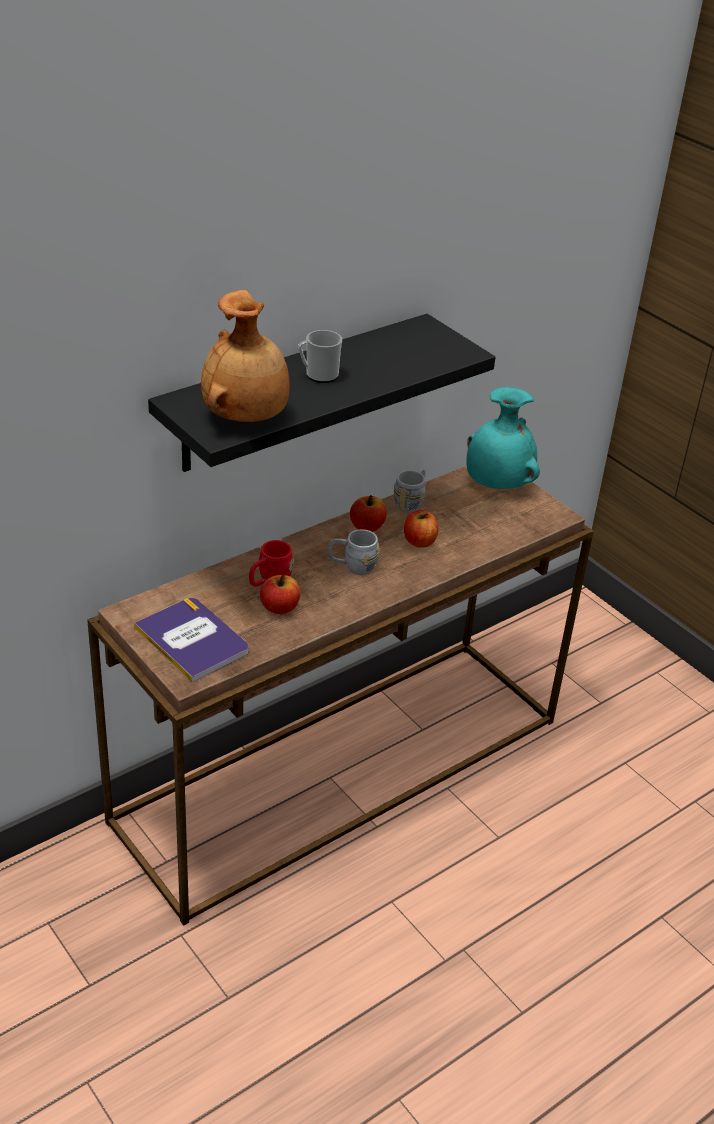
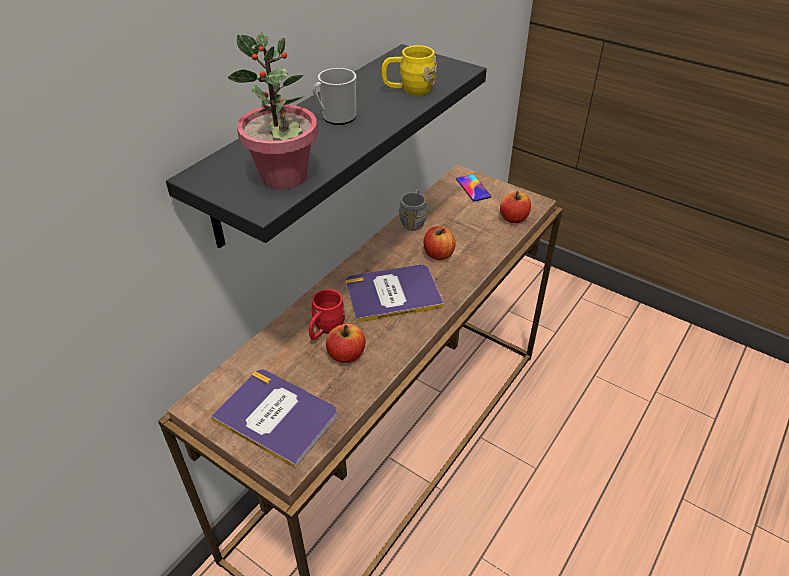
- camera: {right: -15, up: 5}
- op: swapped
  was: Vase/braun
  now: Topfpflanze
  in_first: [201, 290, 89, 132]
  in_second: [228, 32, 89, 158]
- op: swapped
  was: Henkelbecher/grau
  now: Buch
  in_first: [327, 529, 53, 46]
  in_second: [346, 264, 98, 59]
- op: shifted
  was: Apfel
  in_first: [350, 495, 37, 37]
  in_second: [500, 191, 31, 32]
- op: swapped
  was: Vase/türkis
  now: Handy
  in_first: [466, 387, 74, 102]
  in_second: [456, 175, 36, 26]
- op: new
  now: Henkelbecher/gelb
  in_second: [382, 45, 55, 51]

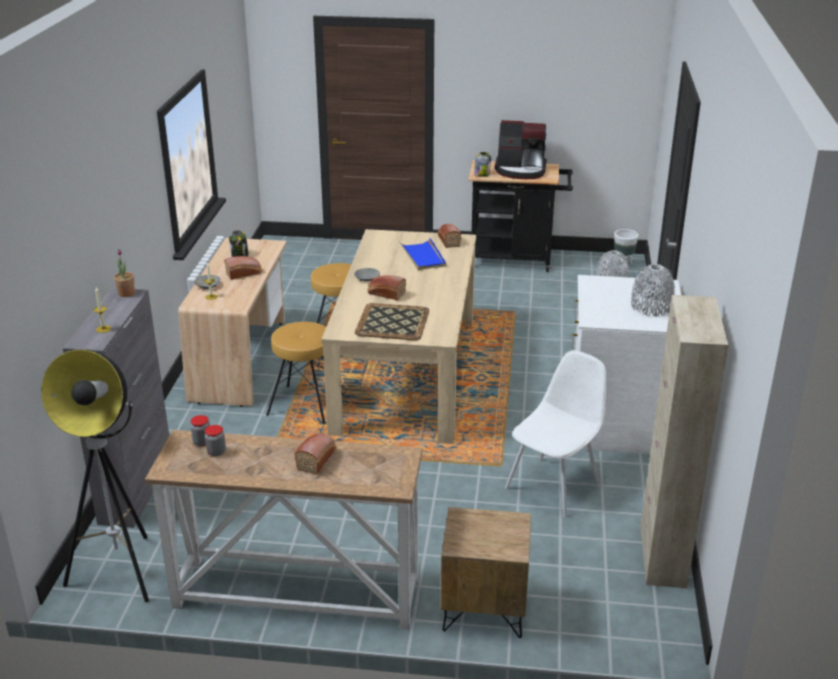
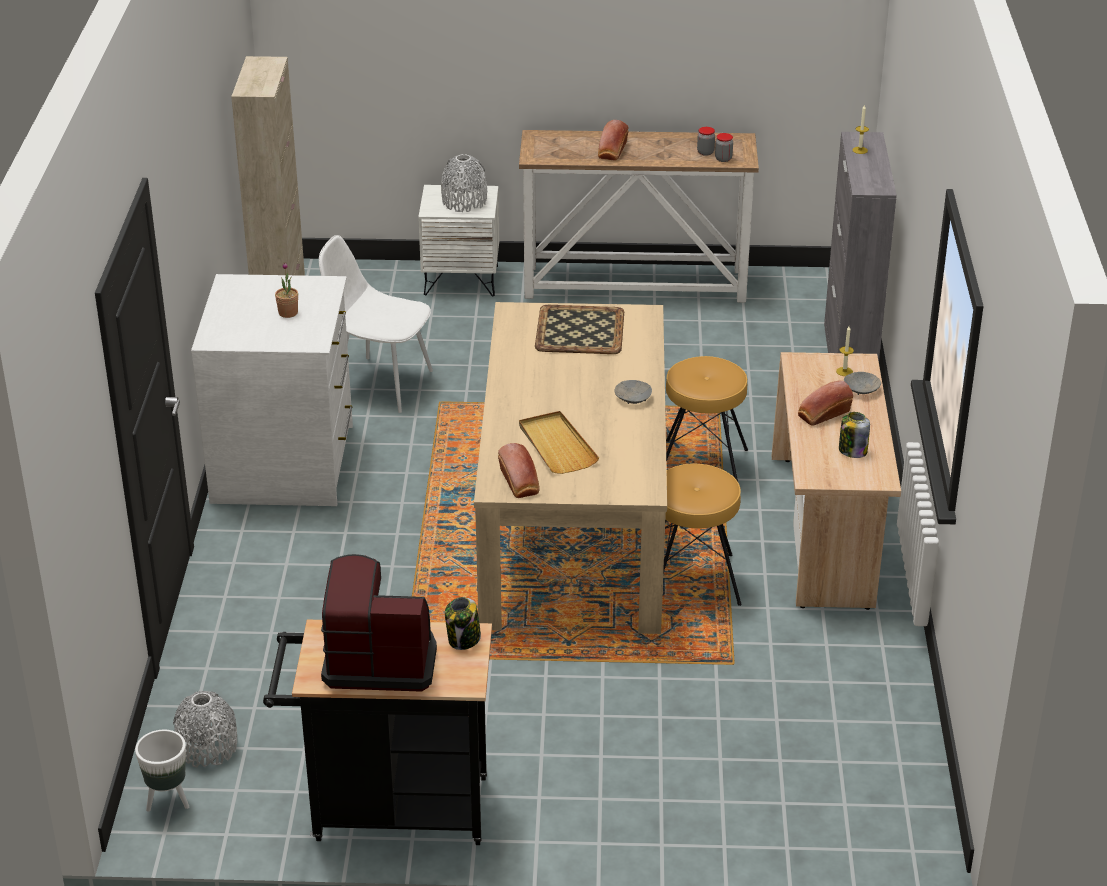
- camera: {right: 175, up: 5}
- op: gone
  was: Stehlampe
  in_first: [41, 349, 108, 253]
- op: shifted
  was: Topfpflanze
  in_first: [114, 249, 21, 48]
  in_second: [275, 262, 23, 56]
- op: gone
  was: Brot
  in_first: [368, 275, 38, 25]
- op: repainted
  was: Tablett/blau
  now: Tablett/beige
  in_first: [400, 238, 46, 32]
  in_second: [519, 411, 80, 63]
- op: repainted
  was: Nachttisch/braun
  now: Nachttisch/weiß
  in_first: [441, 507, 90, 131]
  in_second: [418, 185, 81, 112]
- op: rotated
  was: Stuhl/weiß
  in_first: [505, 350, 101, 167]
  in_second: [319, 235, 114, 178]
  clockwise: 75
- op: shifted
  was: Vase/grau
  in_first: [631, 264, 44, 53]
  in_second: [441, 154, 46, 58]

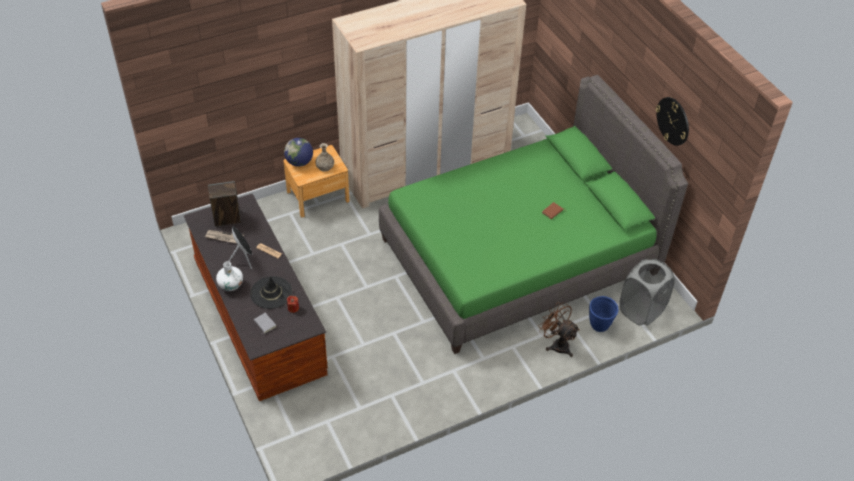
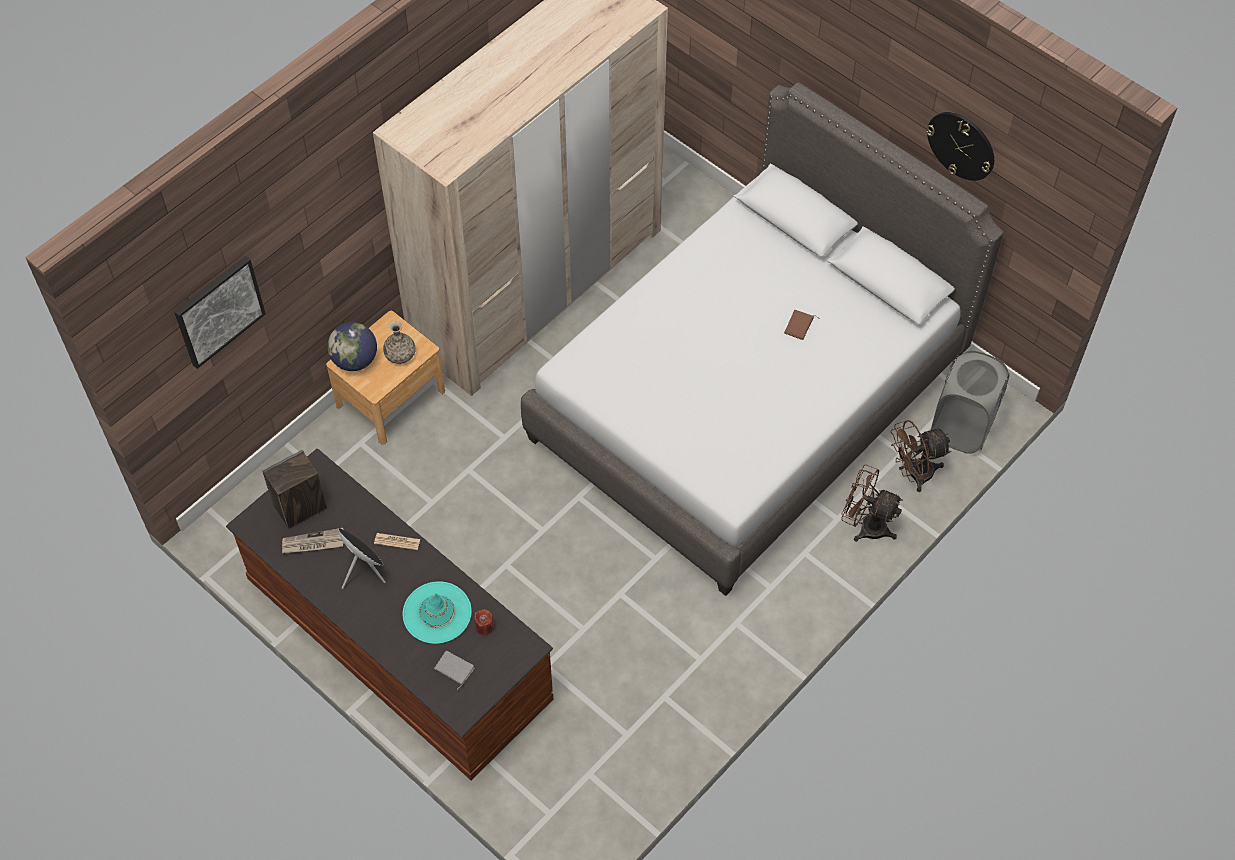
- camera: {right: -20, up: 10}
- op: gone
  was: Vase/weiß
  in_first: [216, 261, 27, 30]
- op: repainted
  was: Hut/schwarz
  now: Hut/türkis
  in_first: [250, 276, 42, 33]
  in_second: [402, 581, 70, 63]
- op: repainted
  was: Bett/grün
  now: Bett/grau
  in_first: [379, 75, 309, 279]
  in_second: [521, 82, 483, 514]
- op: swapped
  was: Pflanzkübel/blau
  now: Ventilator/braun
  in_first: [589, 296, 29, 36]
  in_second: [890, 420, 61, 72]
- op: new
  now: Bild
  in_second: [174, 256, 92, 113]

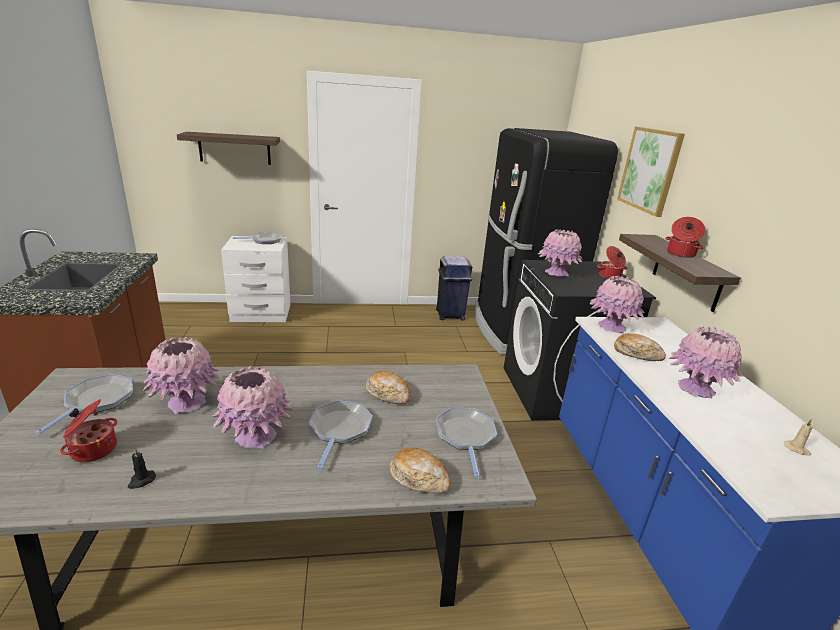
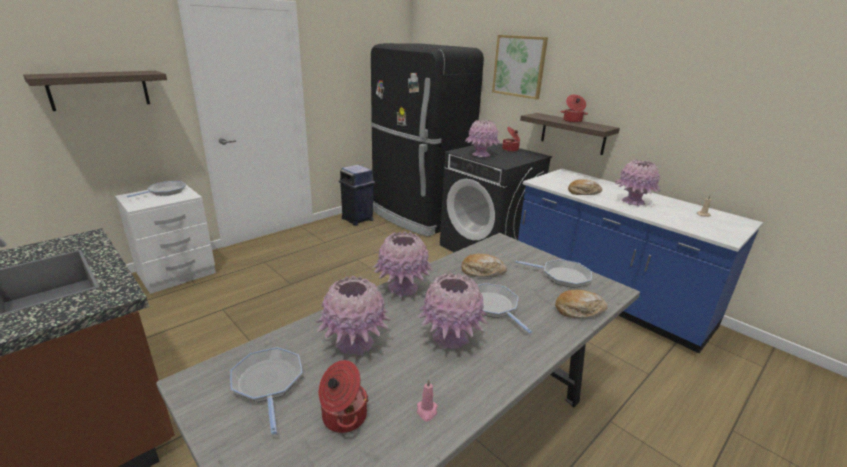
- camera: {right: -35, up: 0}
- op: repainted
  was: Kerze/schwarz
  now: Kerze/rosa
  in_first: [128, 448, 28, 41]
  in_second: [417, 379, 21, 43]
- op: rotated
  was: Pfanne
  in_first: [436, 408, 61, 70]
  in_second: [515, 259, 77, 29]
  clockwise: 150
- op: shifted
  was: Vase/rosa
  in_first: [590, 276, 54, 57]
  in_second: [373, 231, 60, 66]

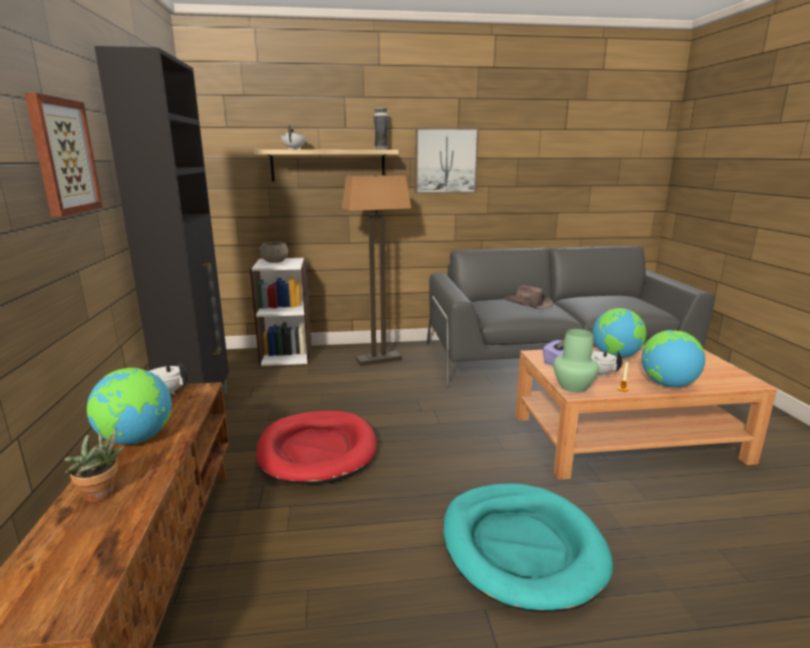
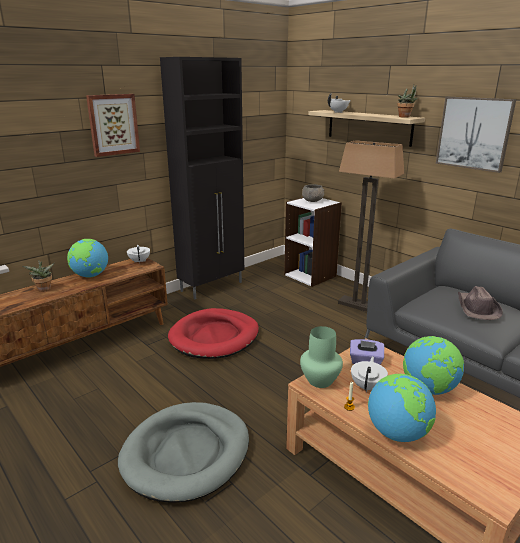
- camera: {right: 55, up: 5}
- op: swapped
  was: Vase
  now: Topfpflanze
  in_first: [373, 108, 16, 41]
  in_second: [397, 85, 22, 33]
- op: repainted
  was: Hundebett/türkis
  now: Hundebett/grau
  in_first: [443, 483, 170, 129]
  in_second: [118, 402, 131, 101]

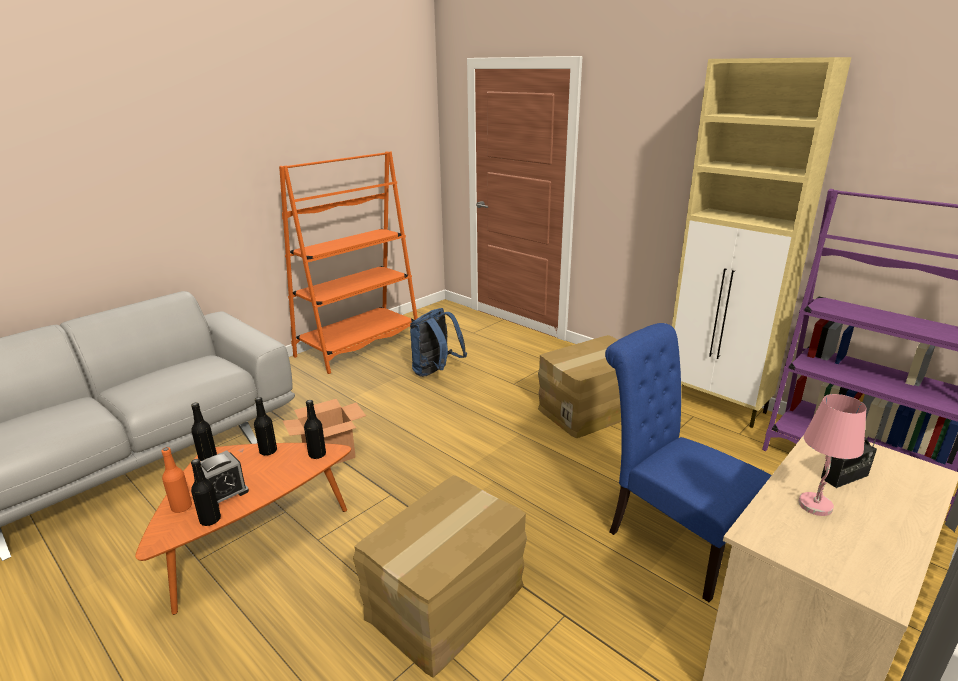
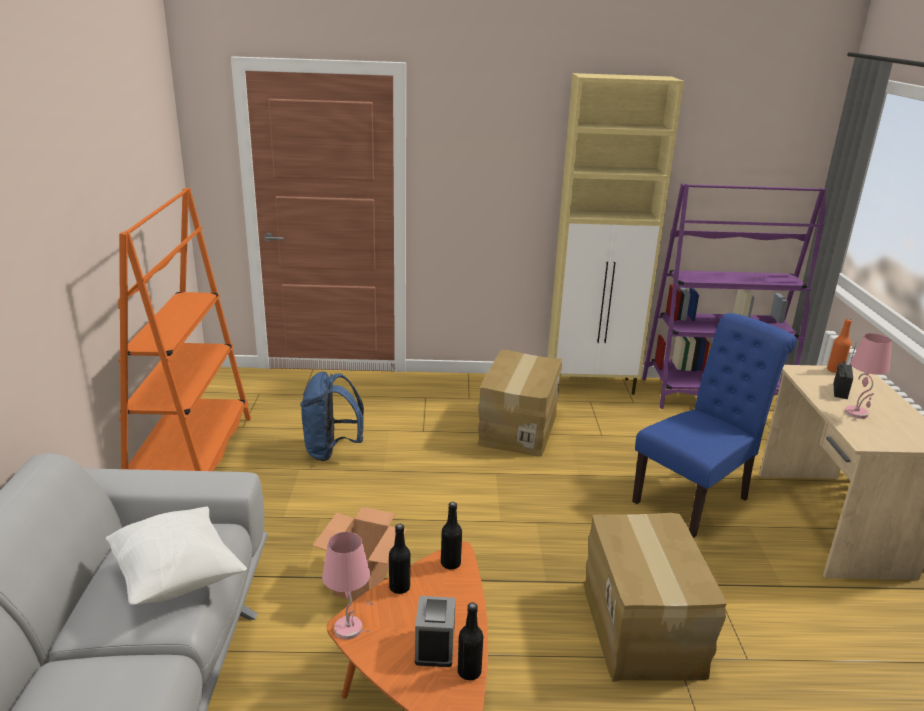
- camera: {right: -45, up: 0}
- op: shifted
  was: Flasche/orange
  in_first: [161, 447, 31, 66]
  in_second: [827, 318, 25, 55]
- op: swapped
  was: Flasche/schwarz
  now: Tischlampe/rosa
  in_first: [191, 403, 26, 58]
  in_second: [322, 532, 48, 108]
- op: rotated
  was: Stuhl/blau
  in_first: [605, 323, 167, 279]
  in_second: [632, 313, 165, 225]
  clockwise: 135
- op: new
  now: Kissen/weiß
  in_second: [106, 507, 141, 98]

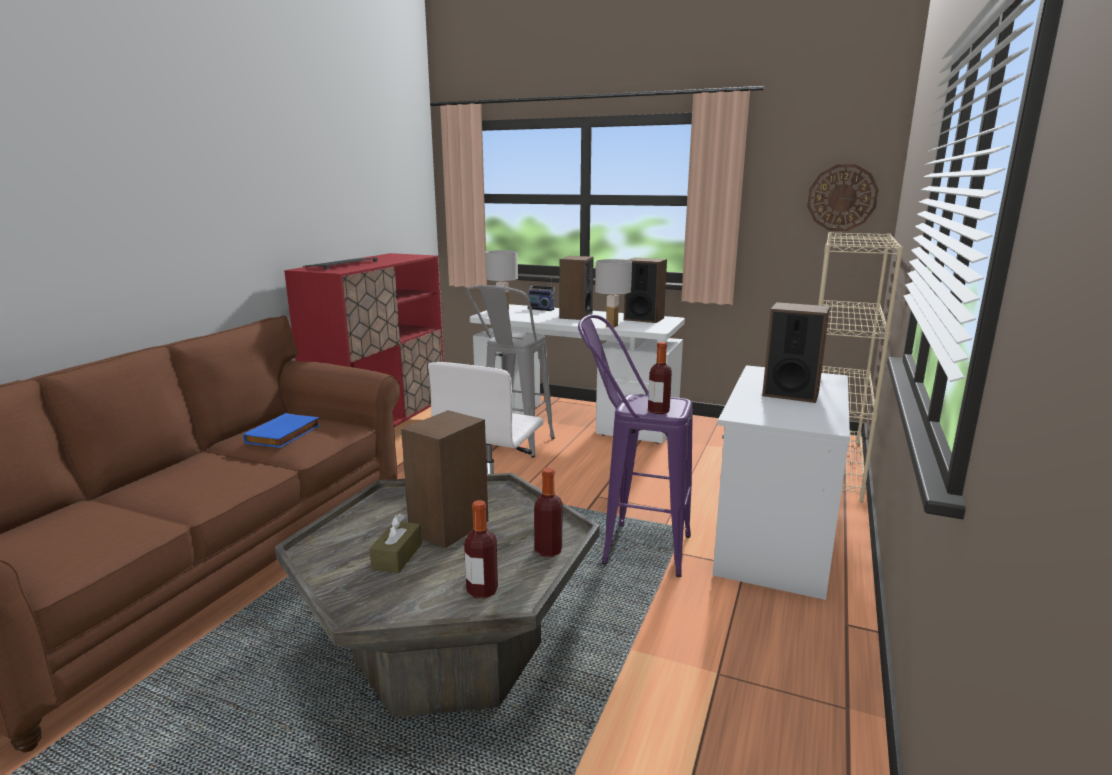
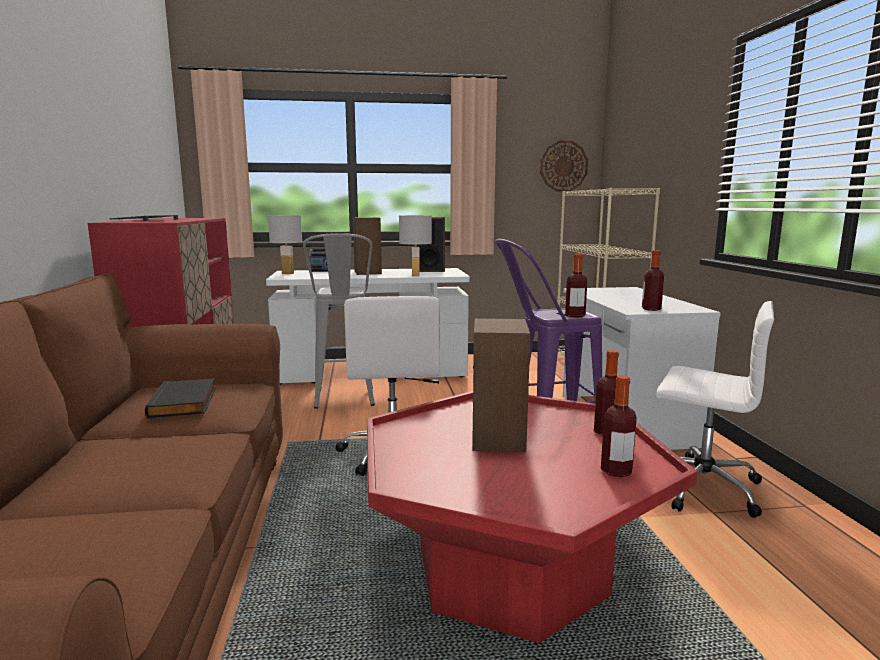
- camera: {right: -30, up: -5}
- op: repainted
  was: Buch/blau
  now: Buch/schwarz
  in_first: [243, 413, 77, 35]
  in_second: [145, 378, 71, 41]
- op: repainted
  was: Couchtisch/grau
  now: Couchtisch/rot
  in_first: [275, 473, 325, 245]
  in_second: [367, 391, 330, 252]
- op: gone
  was: Taschentuchbox/braun
  in_first: [369, 513, 53, 60]
- op: gone
  was: Lautsprecher
  in_first: [762, 302, 68, 101]
- op: new
  now: Flasche
  in_second: [642, 250, 22, 61]
- op: new
  now: Bürostuhl/weiß
  in_second: [656, 301, 118, 217]

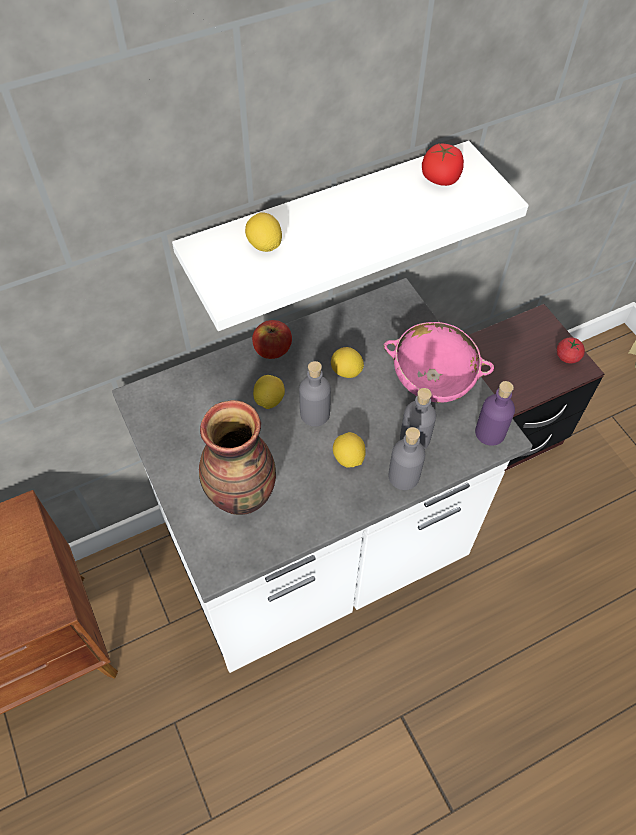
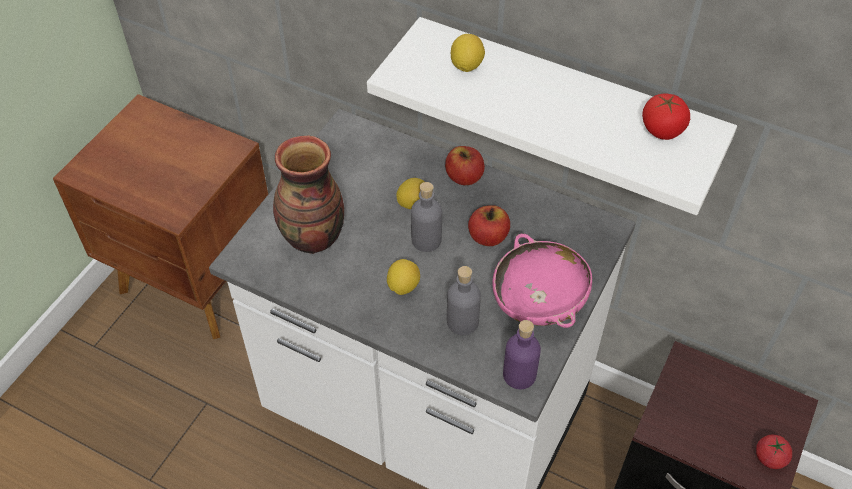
- camera: {right: 55, up: -5}
- op: swapped
  was: Zitrone
  now: Apfel
  in_first: [331, 347, 33, 31]
  in_second: [468, 205, 42, 41]
- op: gone
  was: Flasche/grau
  in_first: [388, 427, 37, 63]

